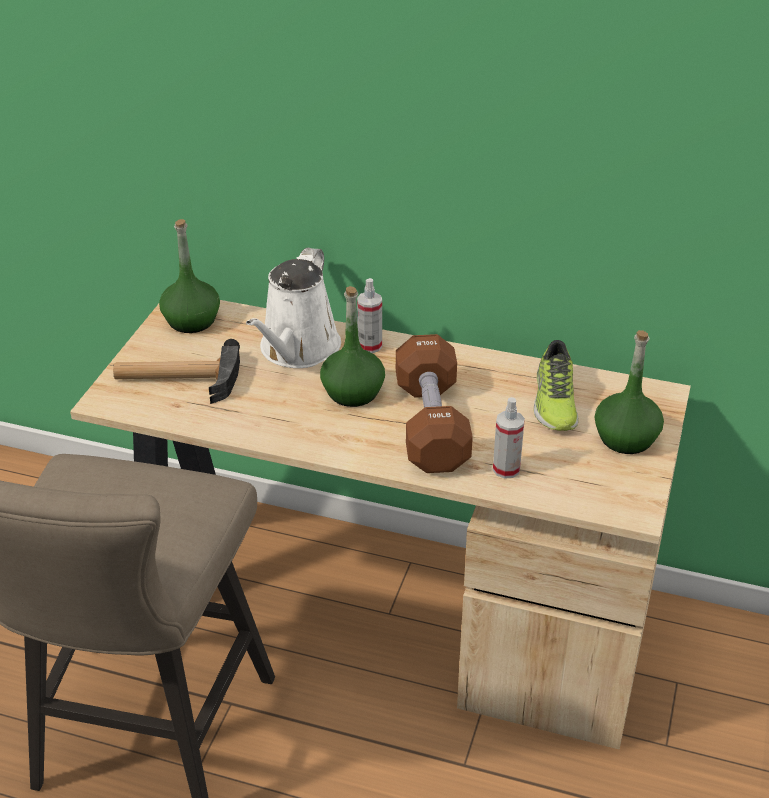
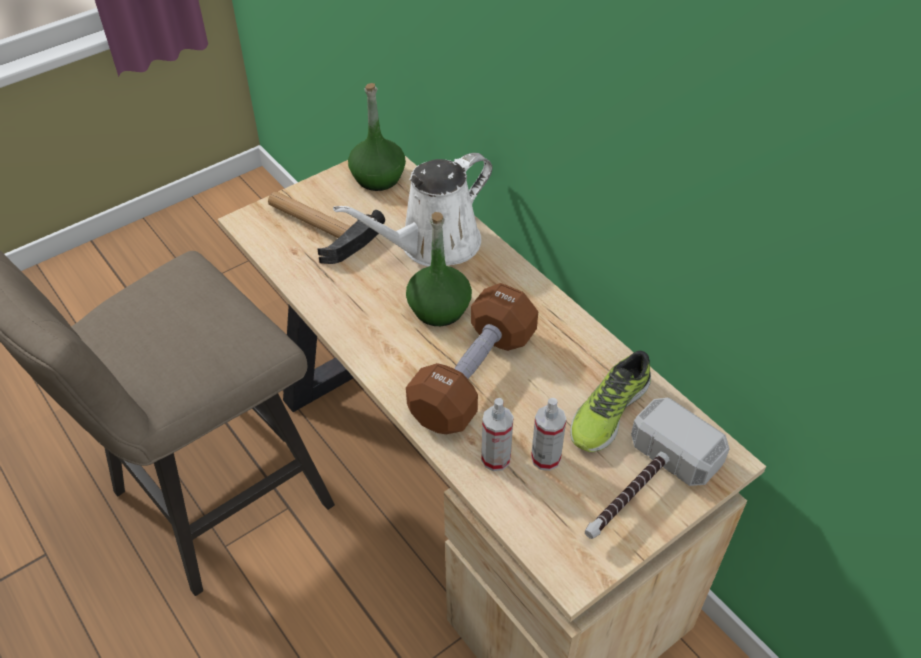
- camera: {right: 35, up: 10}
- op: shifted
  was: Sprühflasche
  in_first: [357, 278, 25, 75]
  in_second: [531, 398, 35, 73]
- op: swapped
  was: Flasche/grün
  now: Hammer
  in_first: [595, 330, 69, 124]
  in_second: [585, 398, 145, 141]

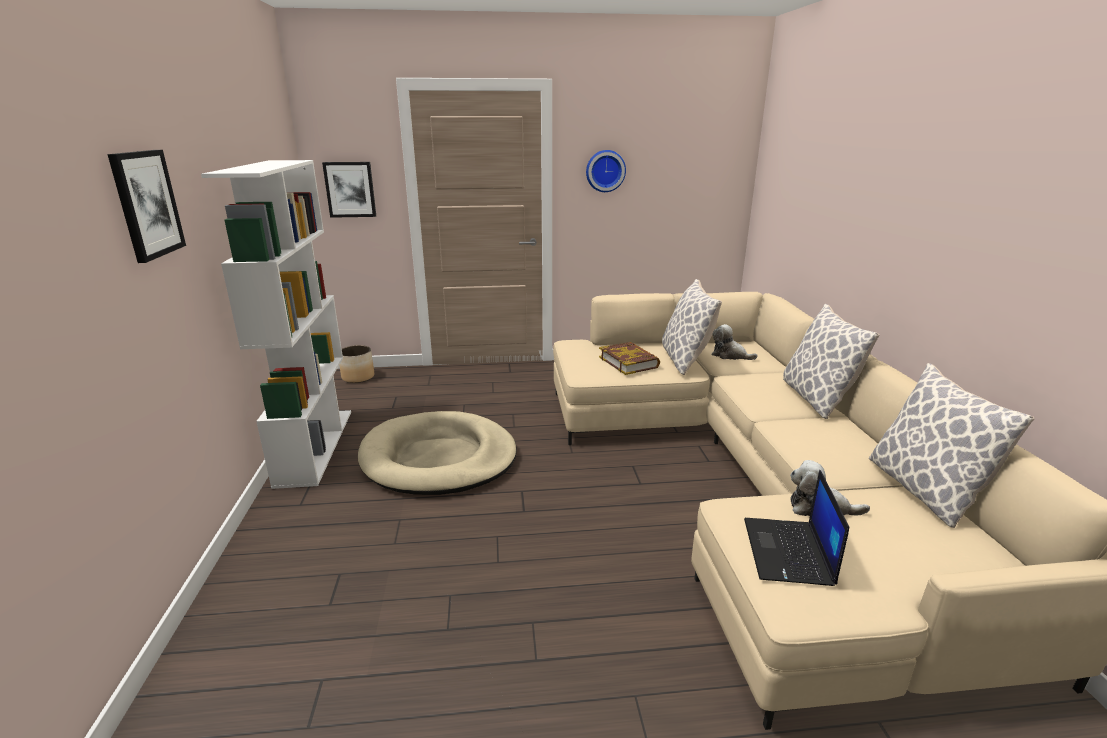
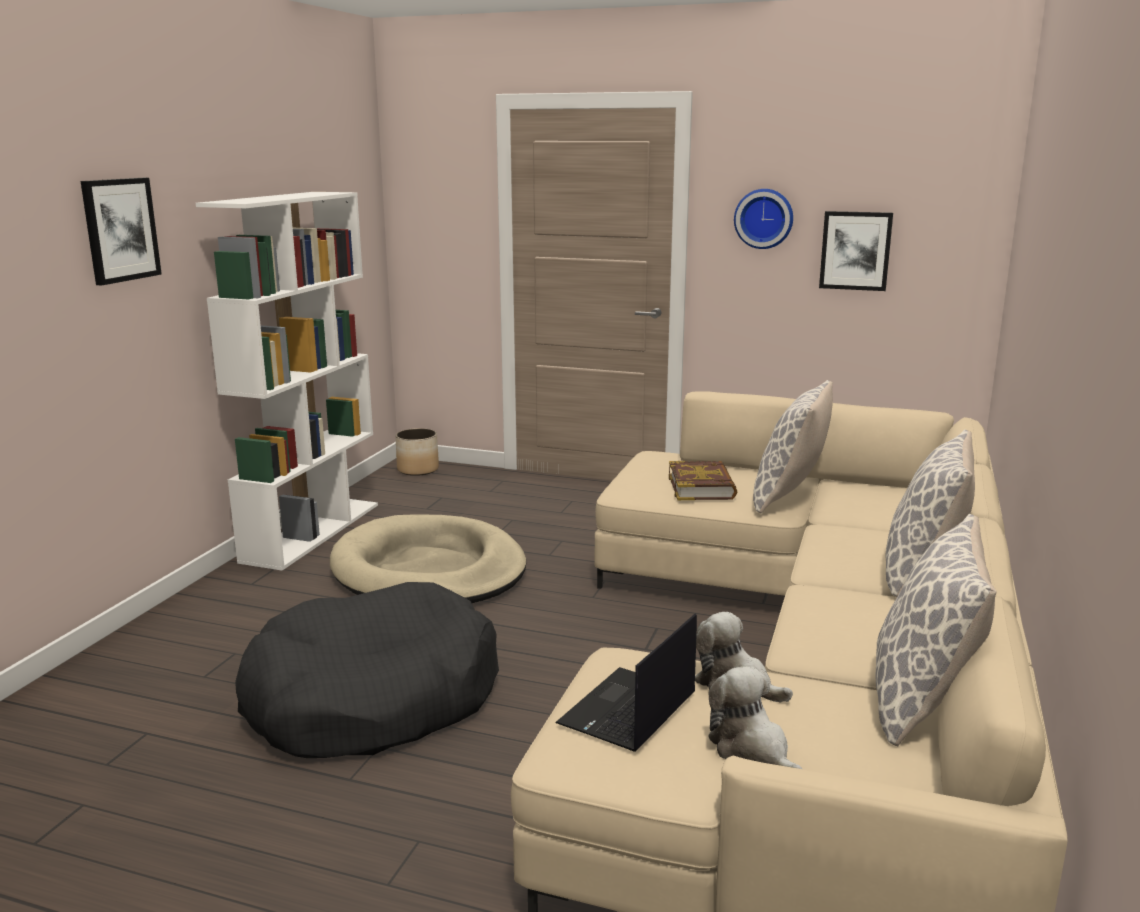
- camera: {right: 25, up: -5}
- op: shifted
  was: Bild
  in_first: [322, 162, 54, 56]
  in_second: [819, 211, 74, 80]
- op: shifted
  was: Plüschtier
  in_first: [712, 324, 46, 36]
  in_second: [708, 666, 94, 103]
- op: new
  now: Hundebett/schwarz
  in_second: [235, 582, 264, 176]

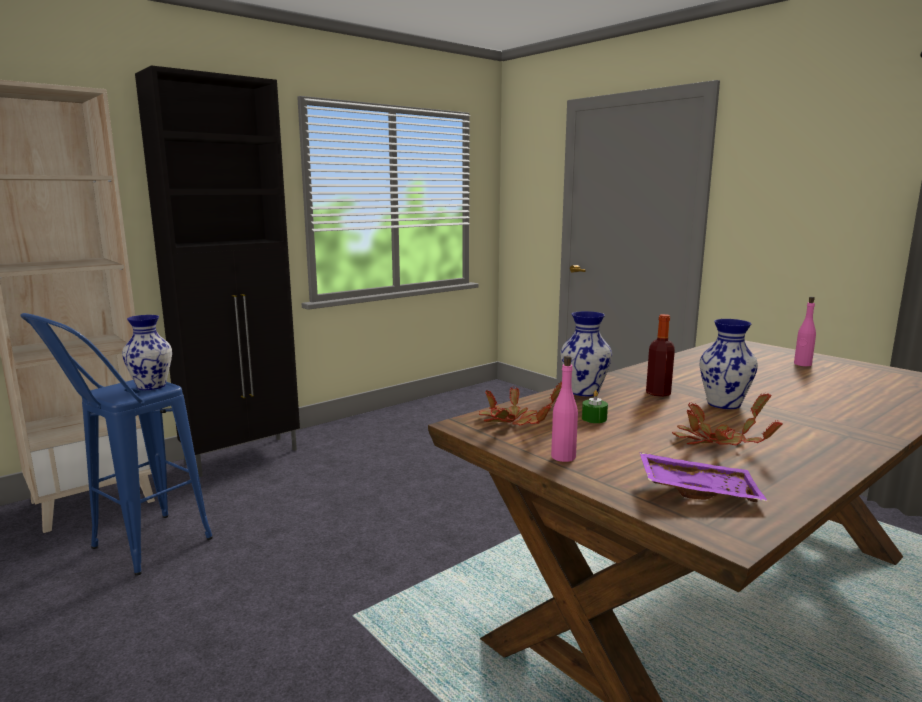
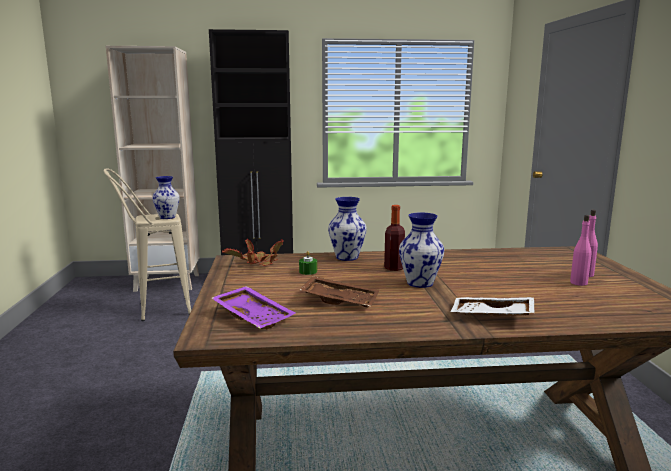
- camera: {right: 35, up: 0}
- op: repainted
  was: Hocker/blau
  now: Hocker/beige
  in_first: [20, 313, 193, 263]
  in_second: [104, 168, 87, 153]
- op: shifted
  was: Flasche/rosa
  in_first: [551, 356, 27, 106]
  in_second: [570, 215, 21, 71]
- op: swapped
  was: Topfpflanze
  now: Tablett/braun
  in_first: [672, 393, 111, 52]
  in_second: [300, 276, 80, 32]
- op: new
  now: Tablett/weiß
  in_second: [451, 297, 83, 20]

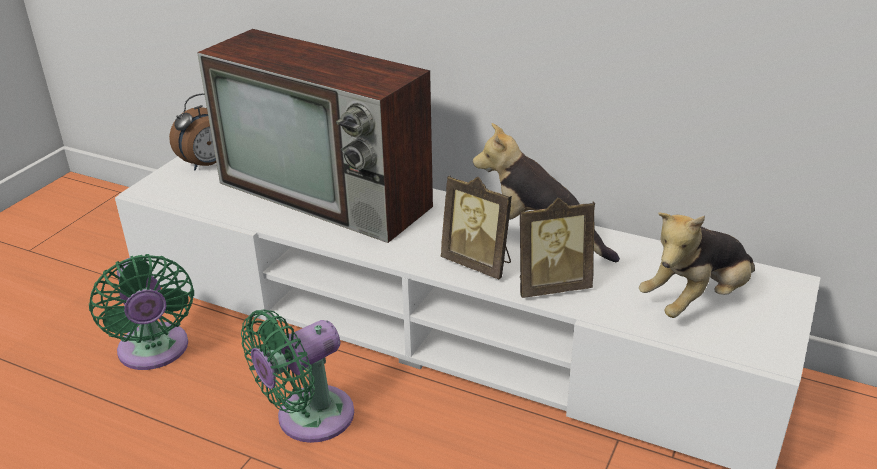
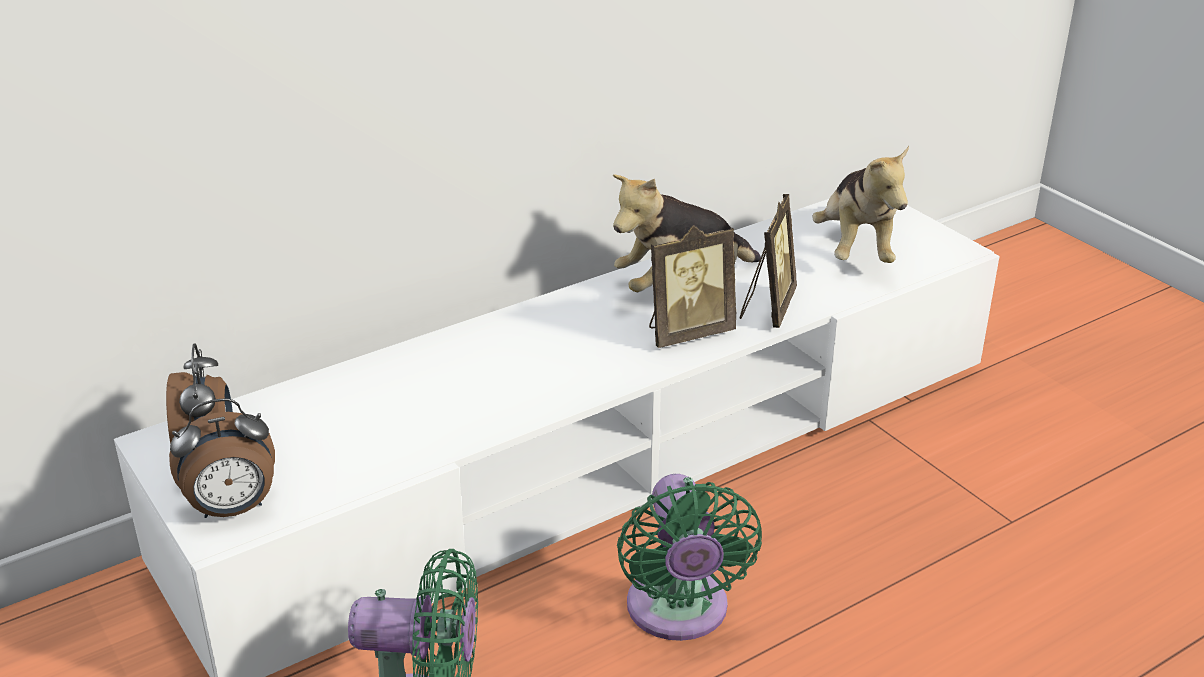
- camera: {right: -60, up: 0}
- op: gone
  was: Fernseher
  in_first: [197, 29, 236, 214]
- op: new
  now: Wecker
  in_second: [169, 398, 106, 120]

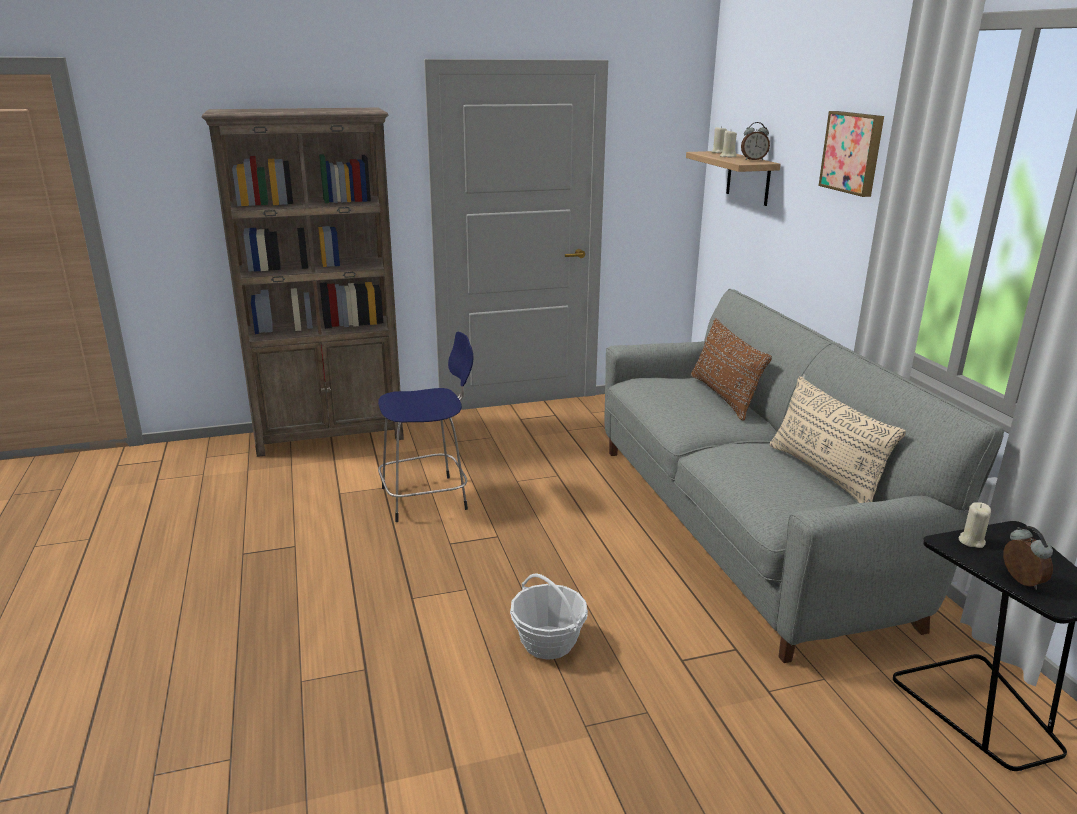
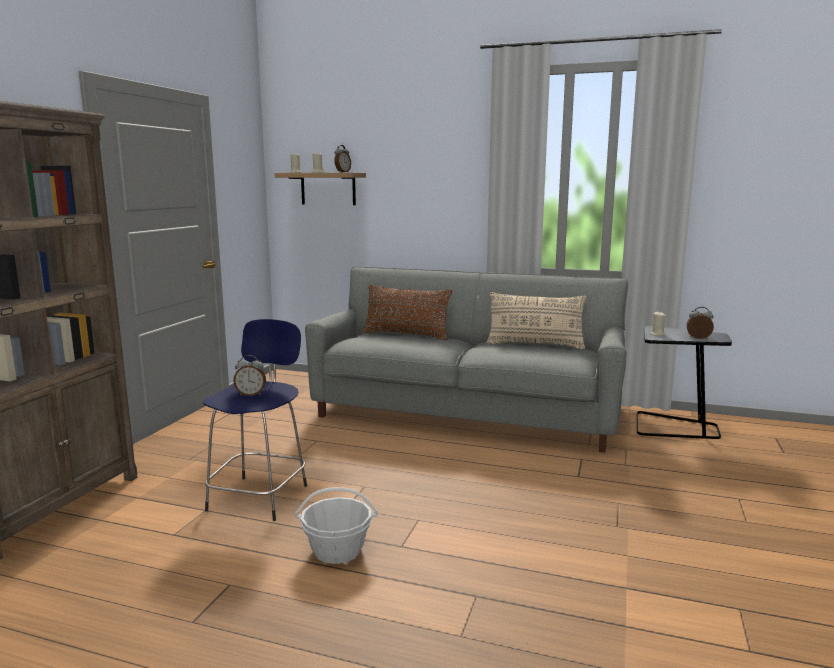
- camera: {right: -55, up: -10}
- op: shifted
  was: Korb
  in_first: [510, 574, 78, 86]
  in_second: [295, 487, 83, 77]
- op: gone
  was: Bild
  in_first: [818, 111, 66, 86]
- op: new
  now: Wecker
  in_second: [233, 355, 33, 41]

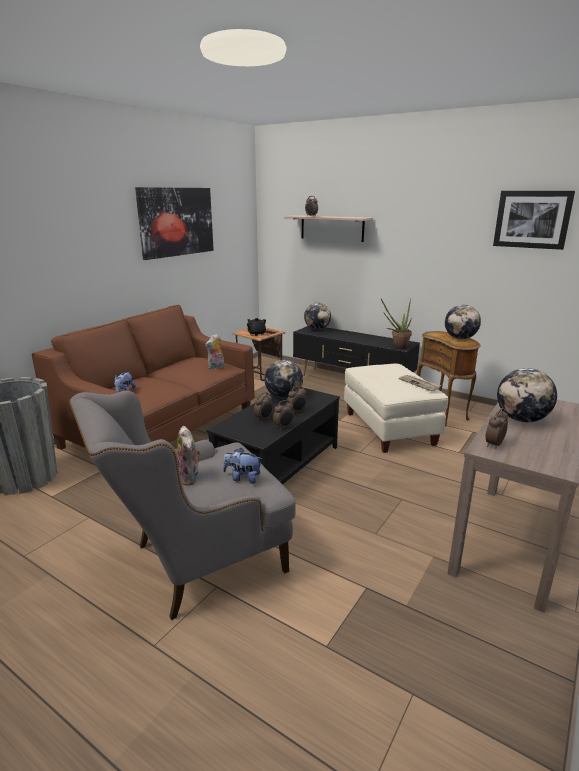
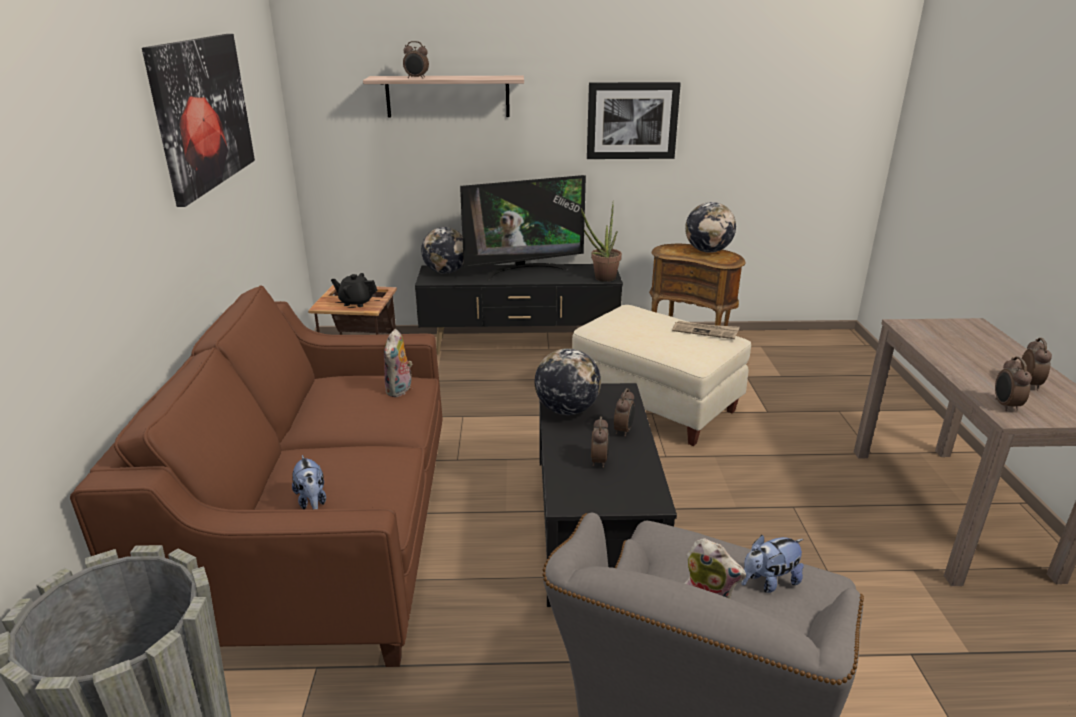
- camera: {right: -35, up: 5}
- op: shifted
  was: Wecker
  in_first: [273, 400, 21, 30]
  in_second: [1021, 338, 31, 53]
- op: shifted
  was: Bild
  in_first: [493, 191, 82, 59]
  in_second: [587, 82, 94, 77]
- op: gone
  was: Globus
  in_first: [497, 368, 60, 54]
- op: new
  now: Fernseher
  in_second: [460, 175, 126, 105]

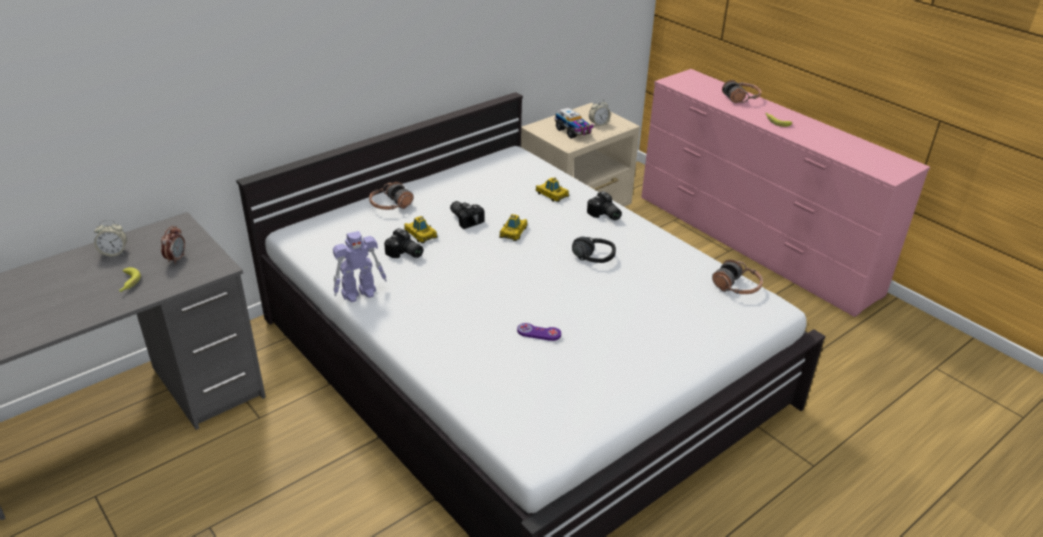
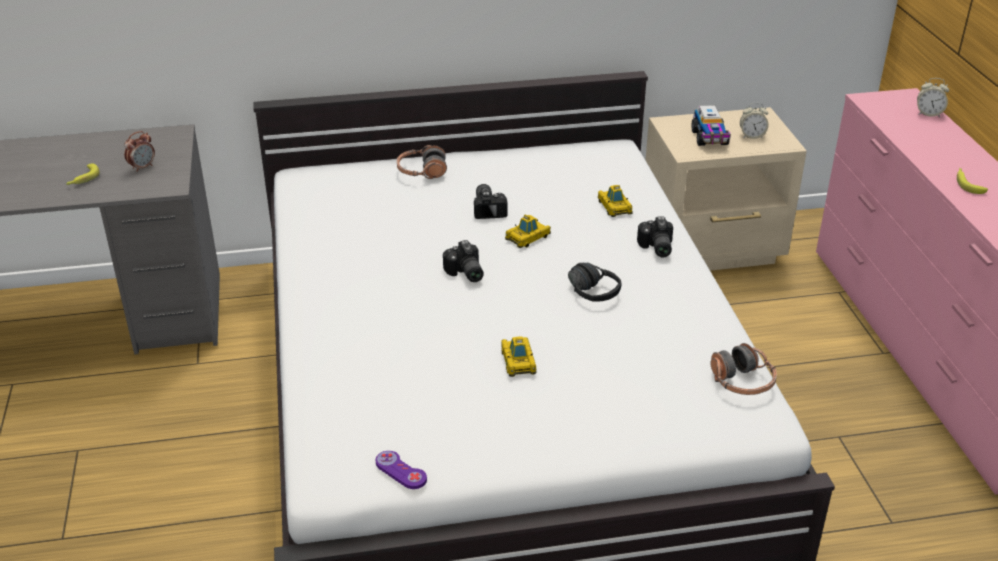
- camera: {right: 30, up: 0}
- op: shifted
  was: Wecker
  in_first: [94, 220, 33, 37]
  in_second: [917, 78, 32, 39]
- op: gone
  was: Spielzeugroboter
  in_first: [333, 231, 54, 71]
- op: shifted
  was: Kamera
  in_first: [384, 228, 39, 30]
  in_second: [443, 240, 41, 42]
- op: shifted
  was: Spielzeugauto
  in_first: [404, 216, 33, 27]
  in_second: [501, 336, 36, 41]
- op: shifted
  was: Gamepad/lila
  in_first: [517, 323, 44, 18]
  in_second: [376, 451, 51, 38]
- op: gone
  was: Kopfhörer
  in_first: [722, 80, 40, 23]

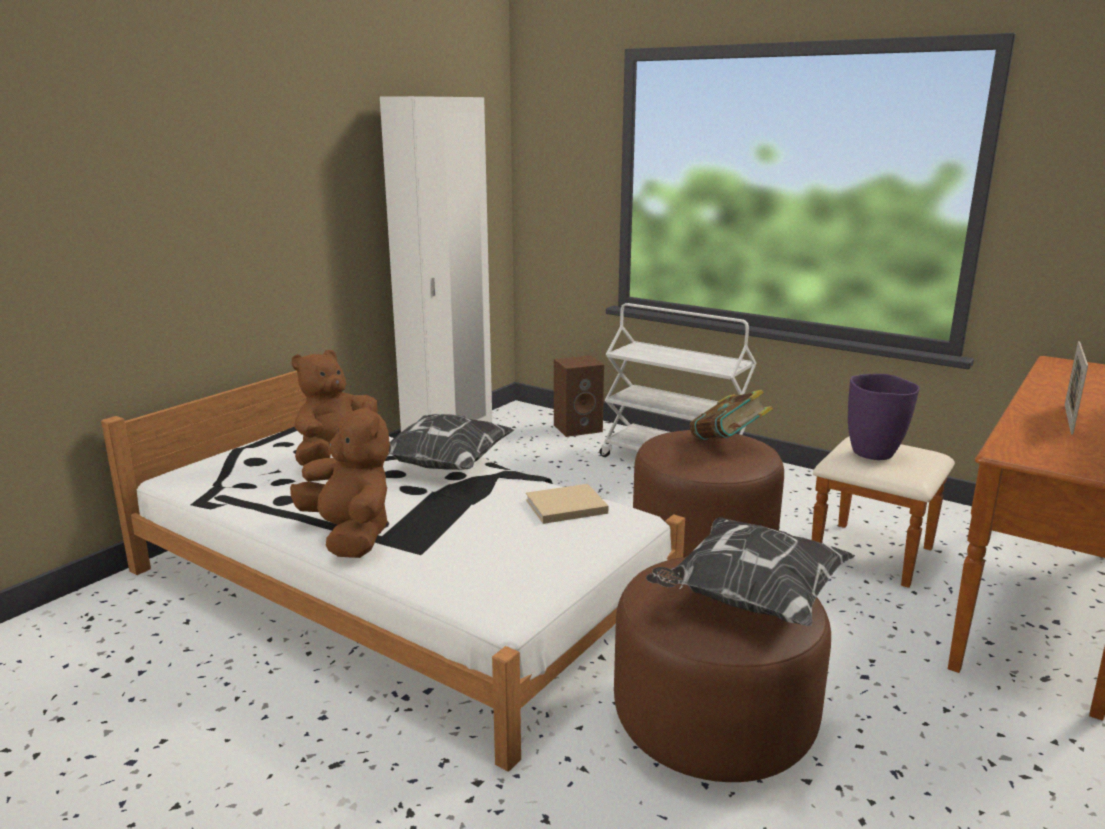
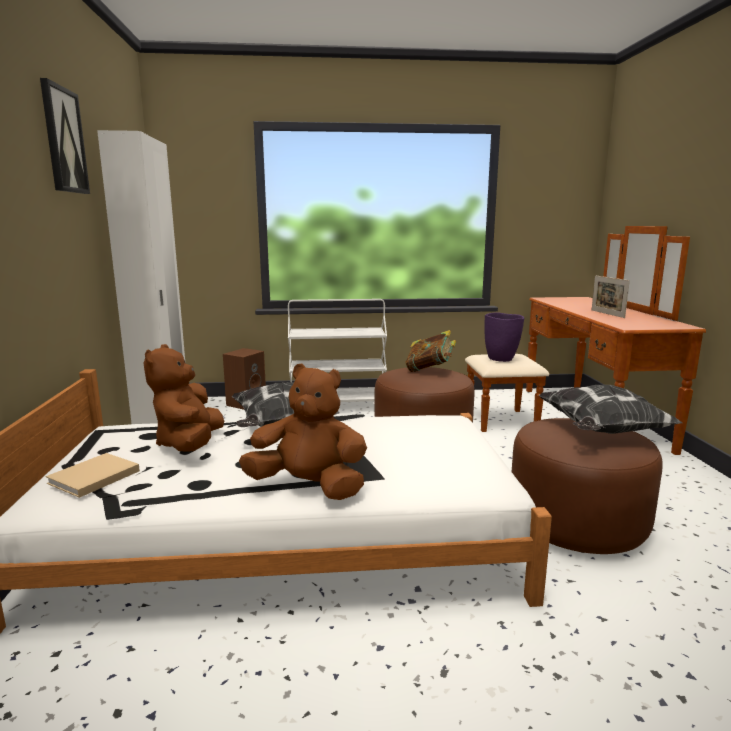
- camera: {right: -40, up: -5}
- op: shifted
  was: Buch/beige
  in_first: [526, 484, 82, 40]
  in_second: [46, 453, 94, 45]
- op: new
  now: Bild
  in_second: [40, 78, 50, 116]

